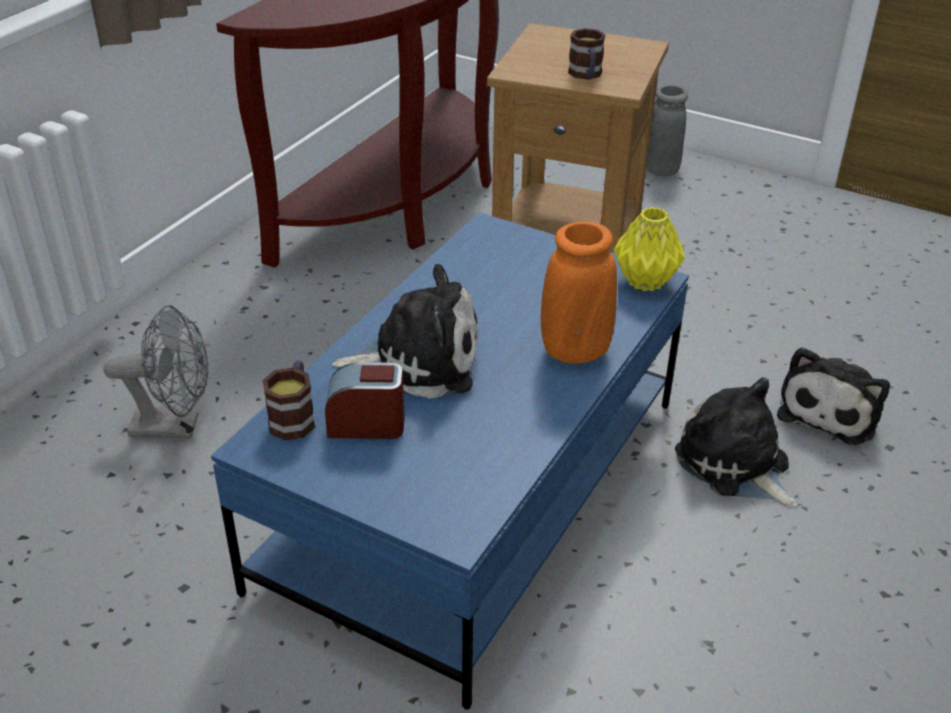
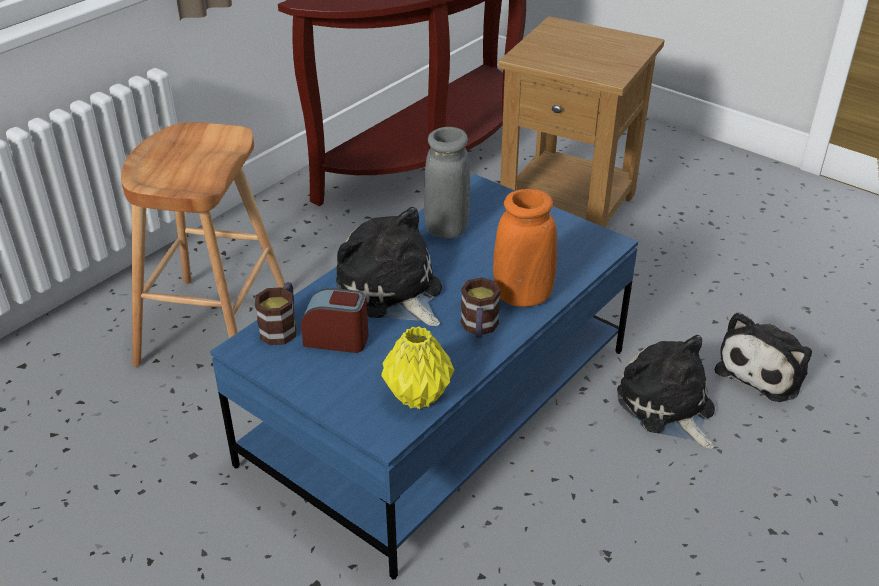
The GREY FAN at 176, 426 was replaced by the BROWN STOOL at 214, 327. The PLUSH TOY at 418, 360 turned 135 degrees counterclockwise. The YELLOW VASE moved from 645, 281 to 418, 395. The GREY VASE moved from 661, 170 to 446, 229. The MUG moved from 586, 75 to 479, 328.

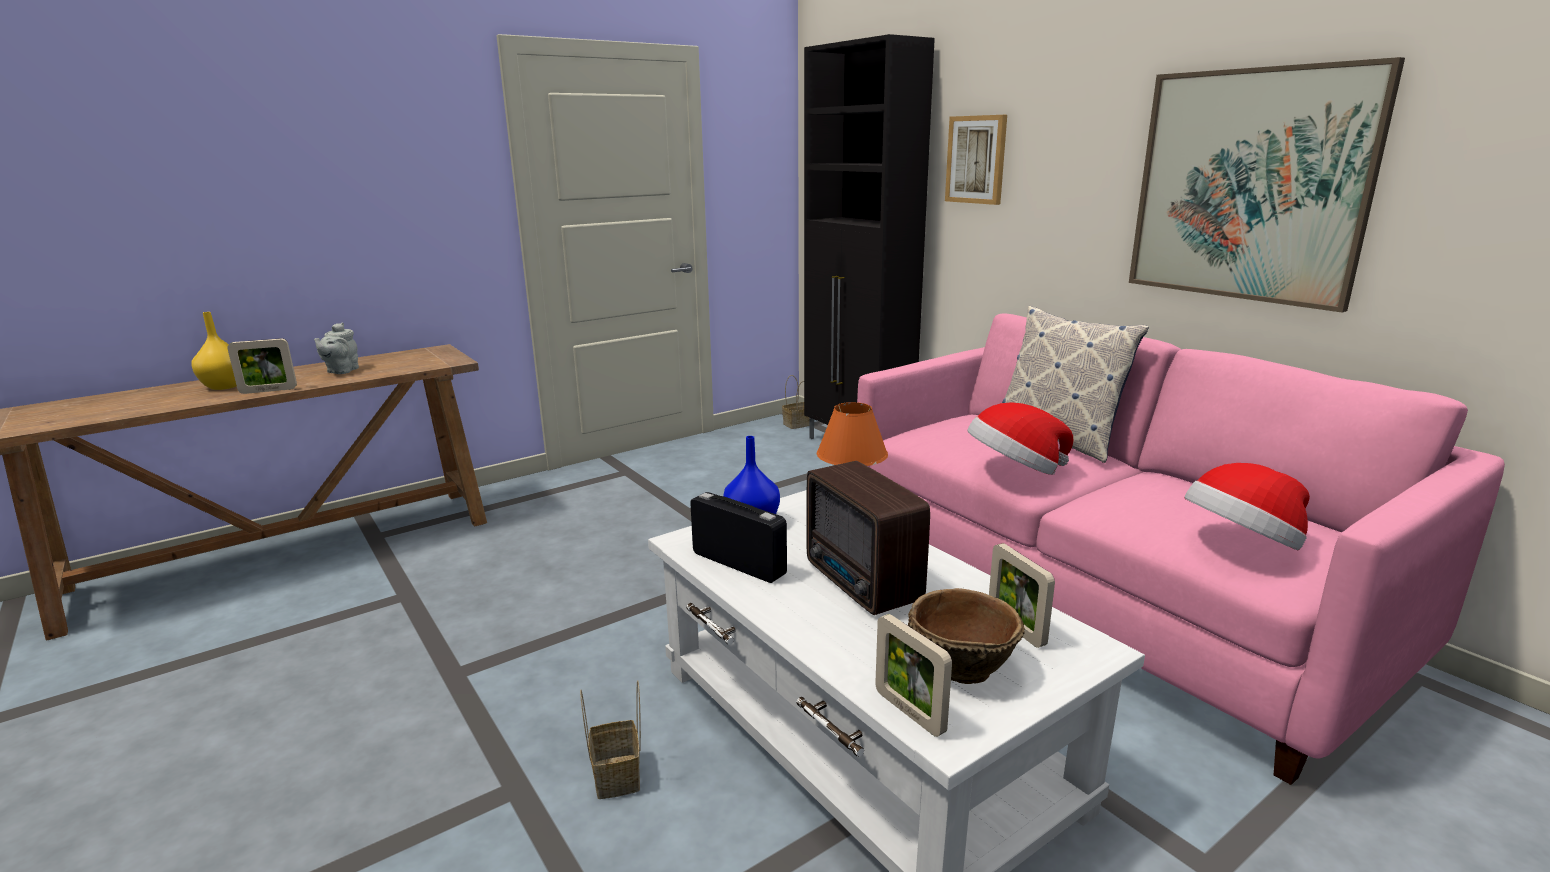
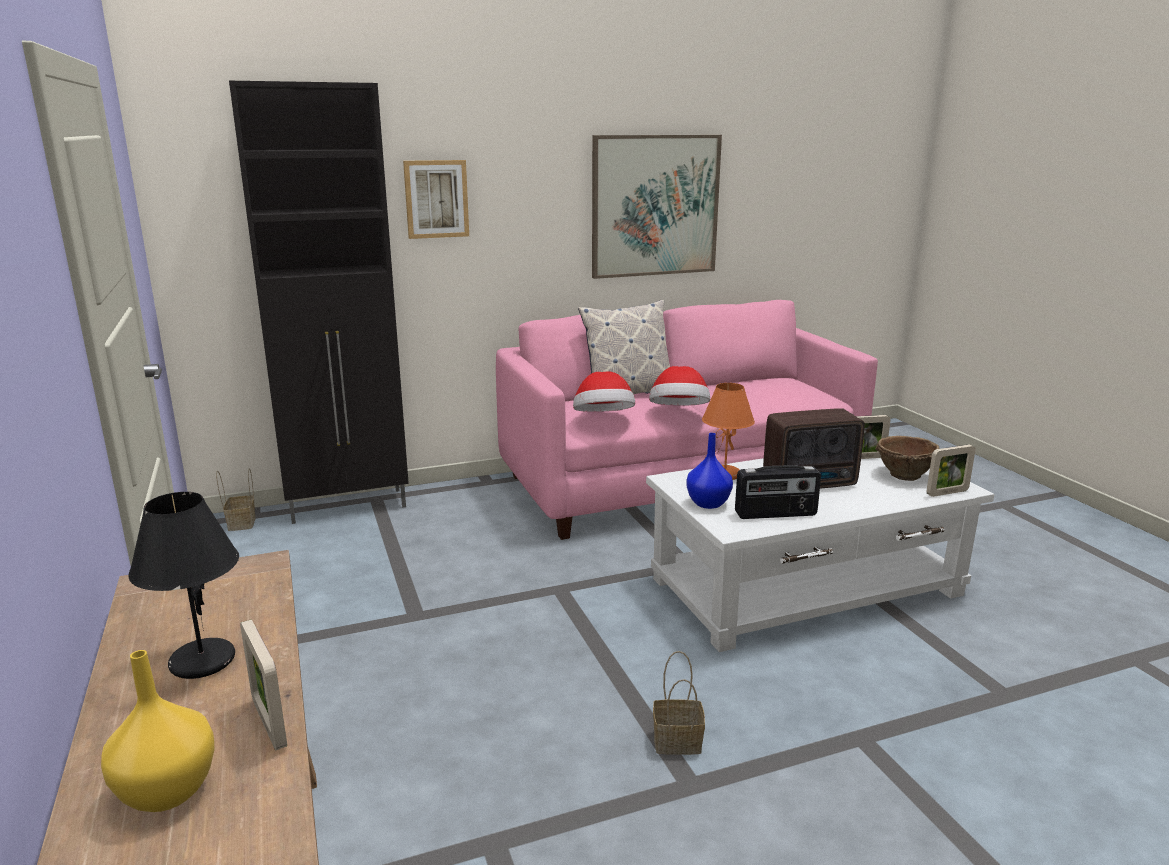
The GREY TEAPOT at 341, 371 was replaced by the BLACK TABLE LAMP at 201, 661. The PICTURE FRAME at 268, 390 turned 150 degrees clockwise. The HAT moved from 1241, 545 to 603, 419. The BASKET moved from 618, 777 to 679, 741. The RADIO at 739, 563 turned 150 degrees counterclockwise.

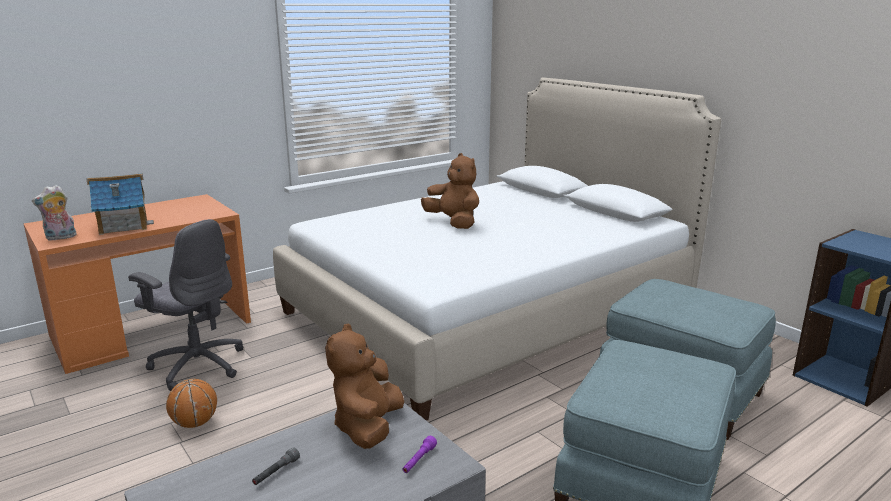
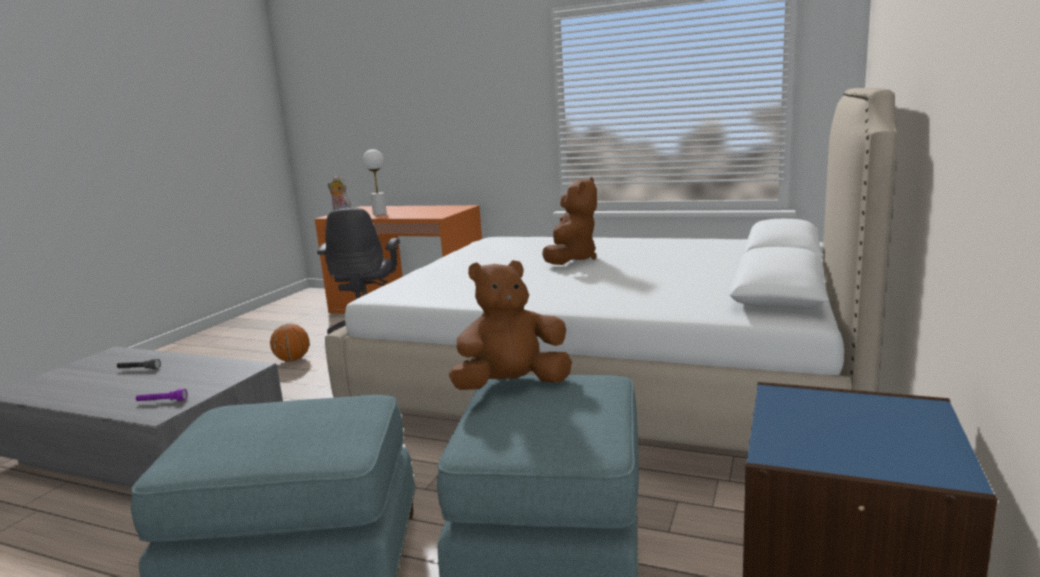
The TOY HOUSE at 123, 225 was replaced by the WHITE TABLE LAMP at 379, 214. The BROWN PLUSH TOY moved from 368, 427 to 512, 386.

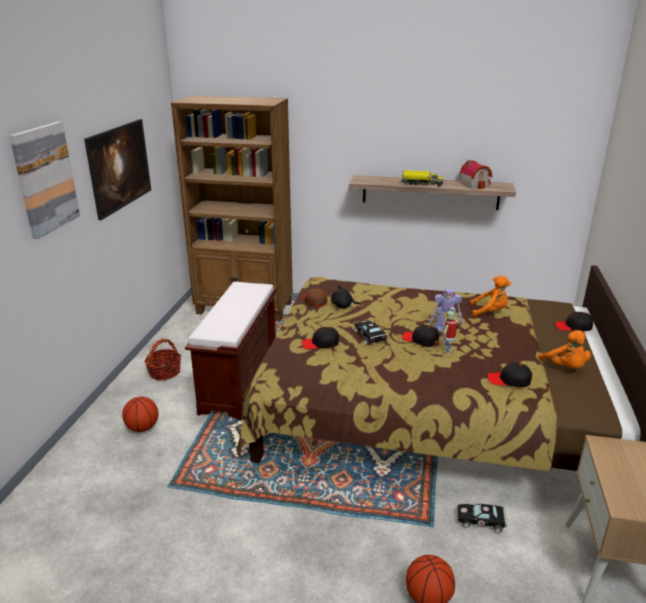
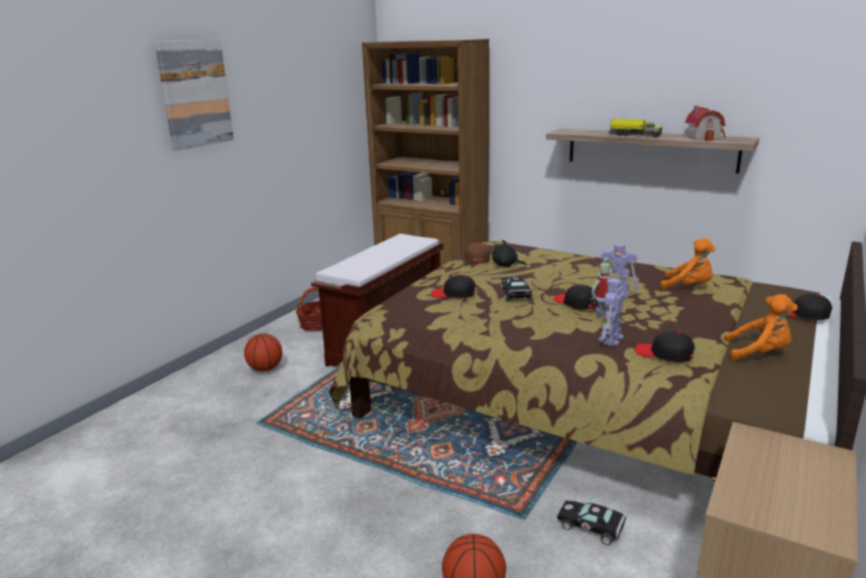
The TOY ROBOT at 610, 339 appeared. The ORANGE PLUSH TOY at 565, 368 turned 75 degrees counterclockwise. The PICTURE at 122, 185 disappeared.

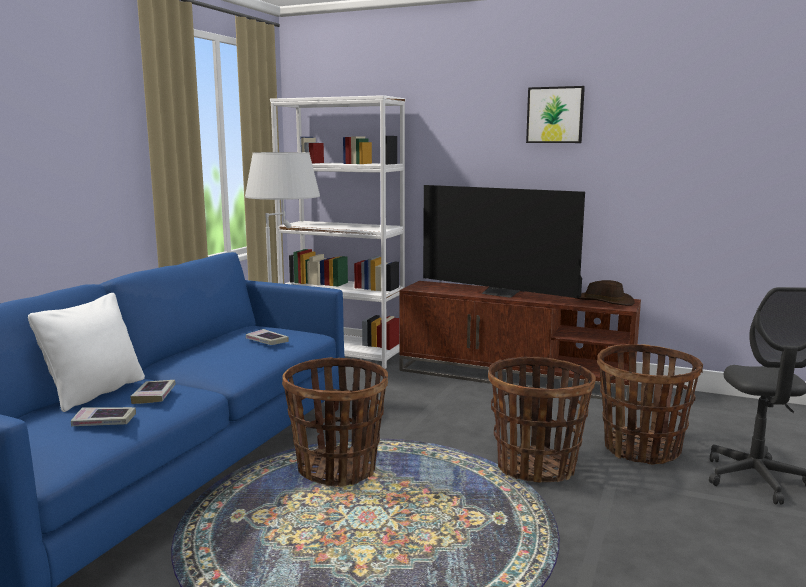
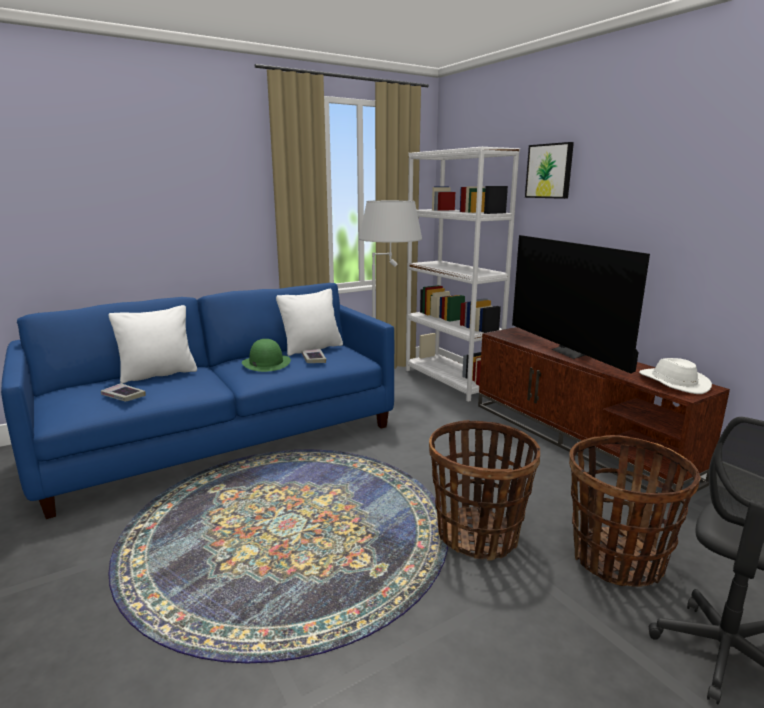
The GREEN HAT at 266, 363 appeared. The WHITE PILLOW at 312, 348 appeared. The PICTURE moved from 555, 115 to 549, 171. The BROWN HAT at 603, 301 became the WHITE HAT at 672, 383. The BOOK at 154, 395 disappeared. The BASKET at 337, 469 disappeared.

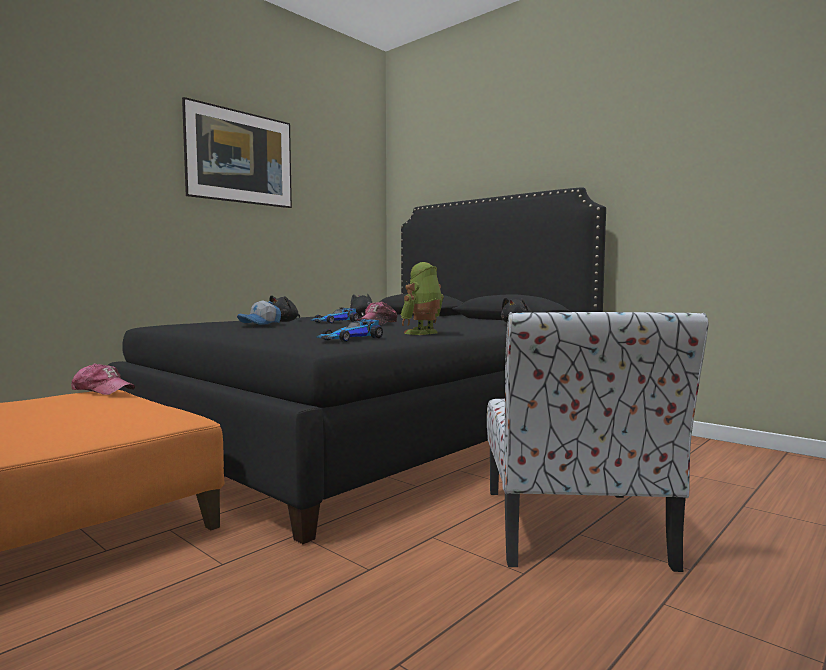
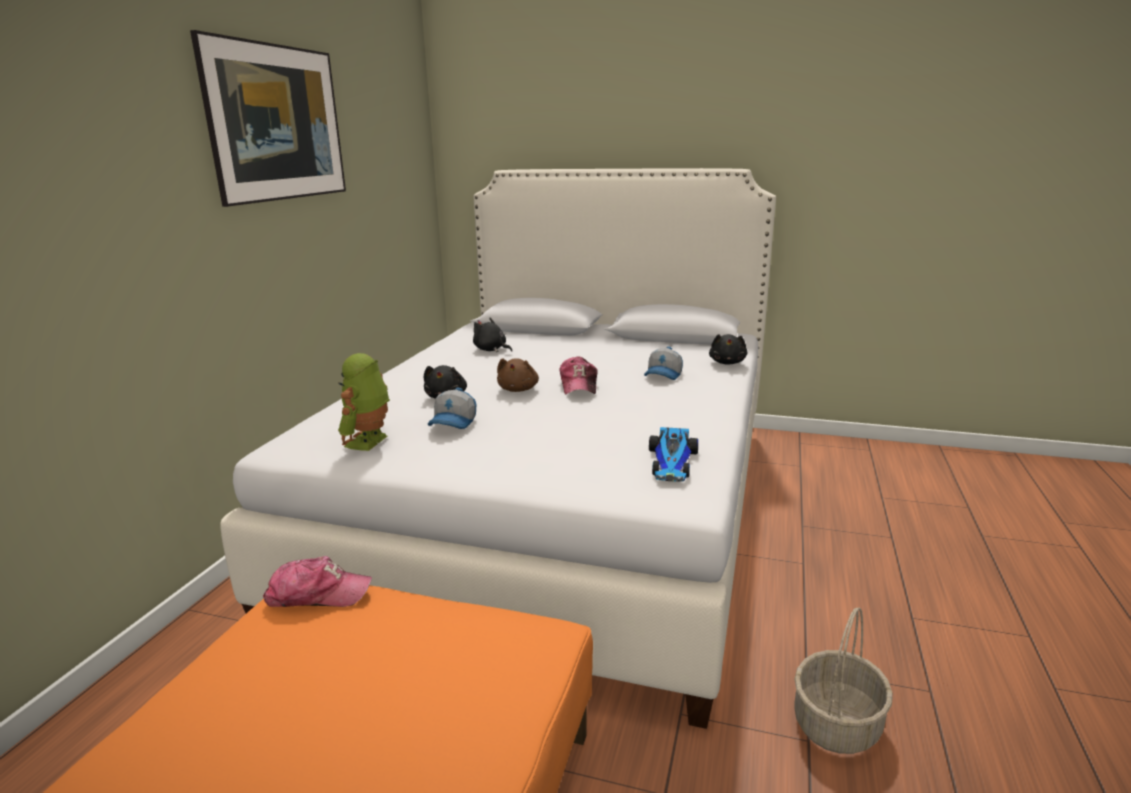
The BLACK BED at 377, 434 became the WHITE BED at 559, 507. The TOY ROBOT moved from 423, 333 to 369, 442. The TOY CAR at 335, 322 was replaced by the BROWN PLUSH TOY at 518, 389. The CAP at 664, 375 appeared. The BASKET at 837, 725 appeared. The CHAIR at 573, 528 disappeared.

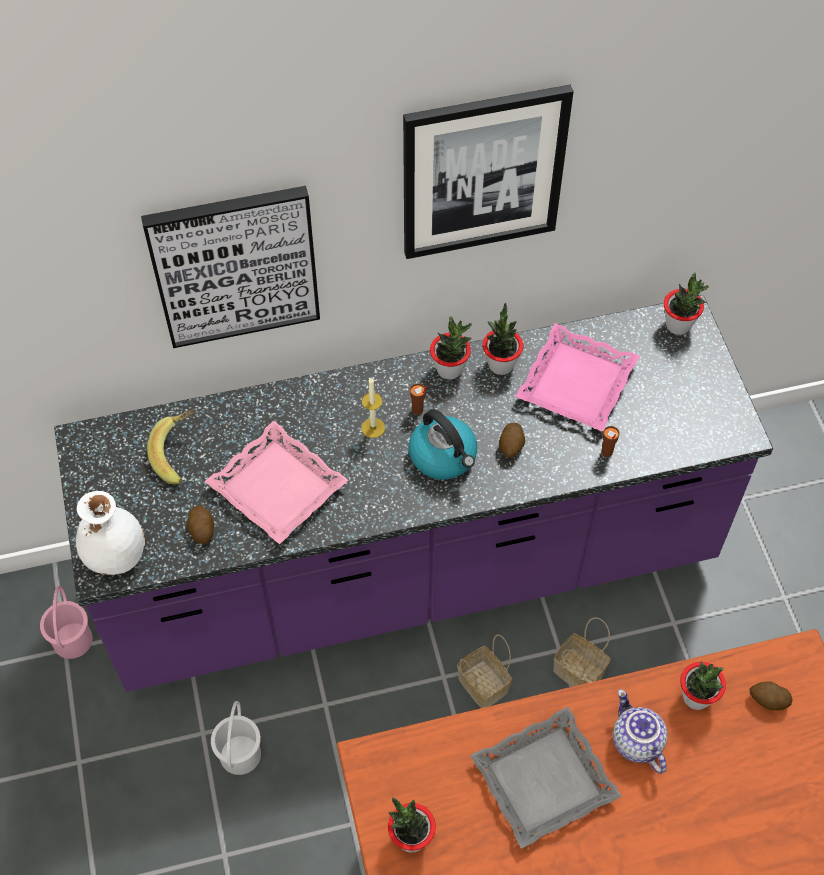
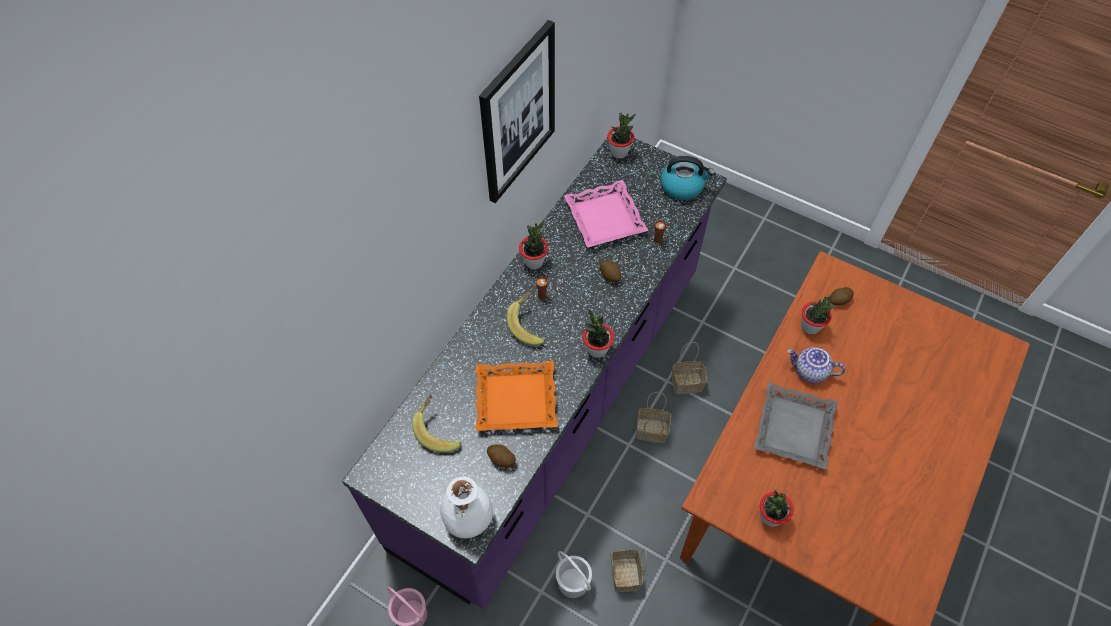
The PINK TRAY at 278, 487 became the ORANGE TRAY at 516, 399. The CANDLE at 373, 428 was replaced by the BANANA at 530, 324. The POTTED PLANT moved from 501, 364 to 597, 349. The BASKET at 624, 574 appeared. The KETTLE moved from 444, 456 to 682, 186. The PICTURE at 235, 265 disappeared.

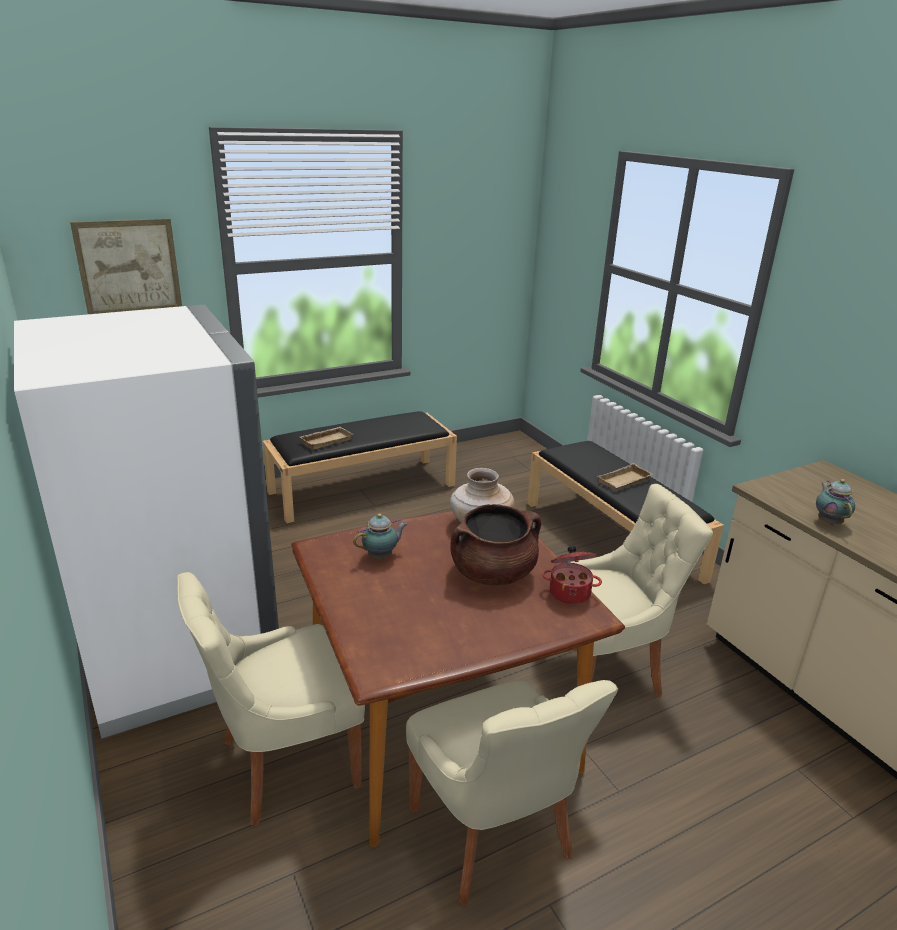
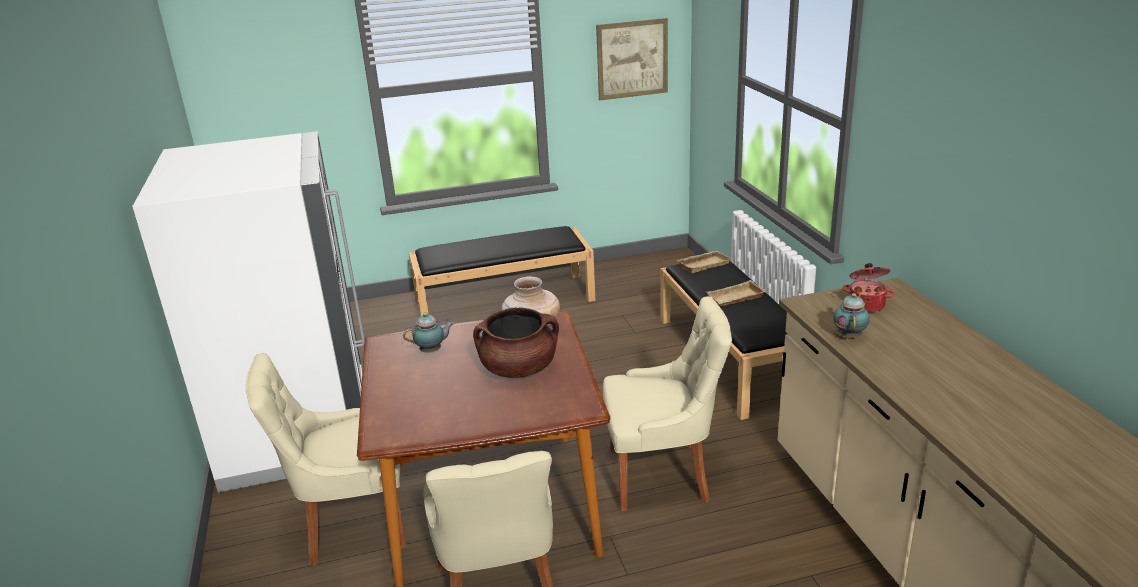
The PICTURE moved from 129, 267 to 632, 59. The BEIGE TRAY moved from 326, 440 to 703, 264. The COOKING POT moved from 569, 592 to 866, 304.

